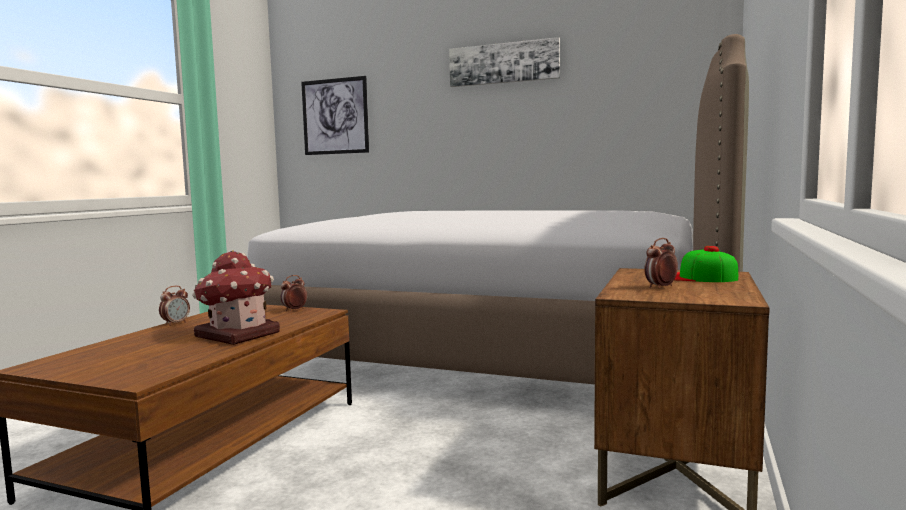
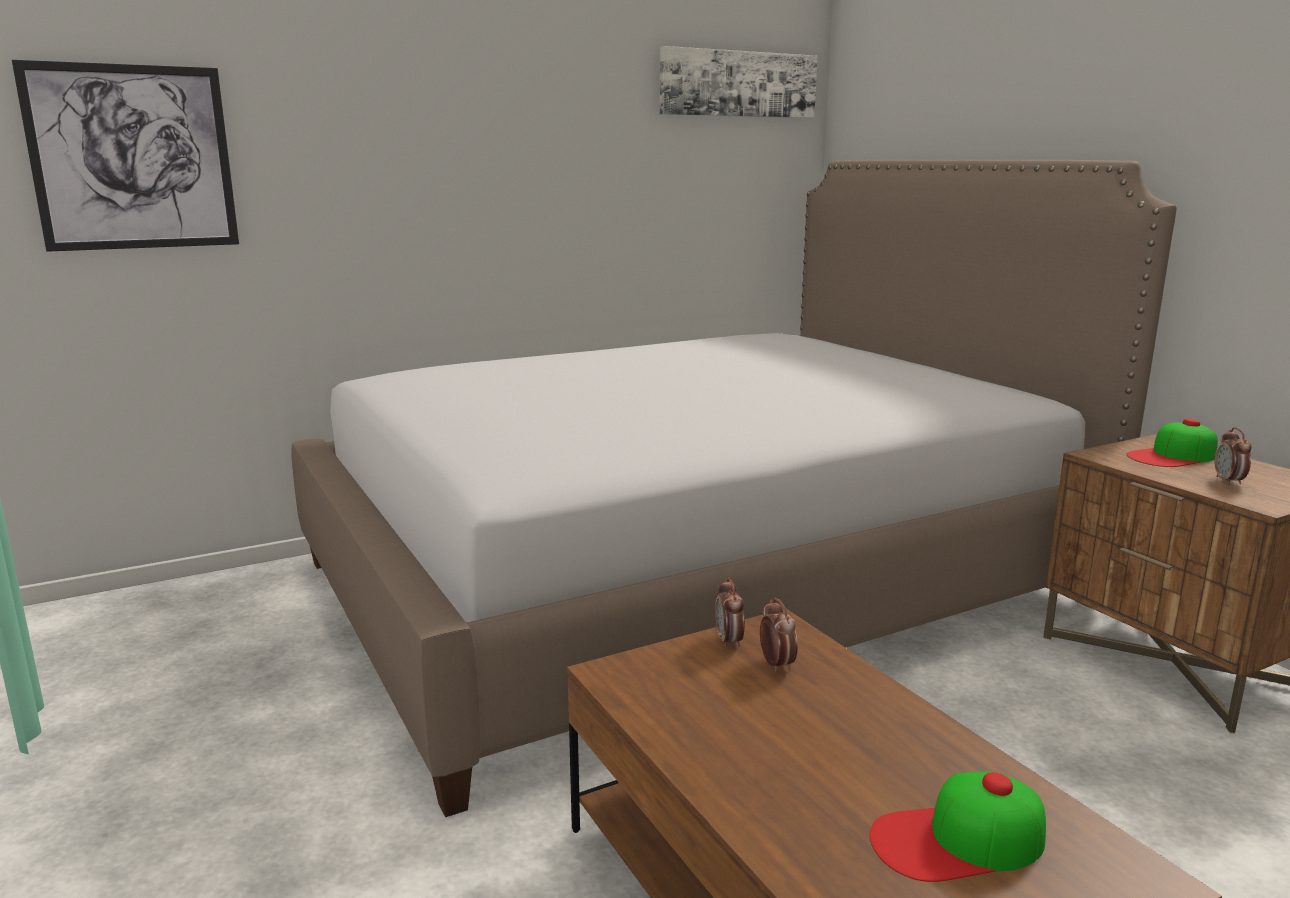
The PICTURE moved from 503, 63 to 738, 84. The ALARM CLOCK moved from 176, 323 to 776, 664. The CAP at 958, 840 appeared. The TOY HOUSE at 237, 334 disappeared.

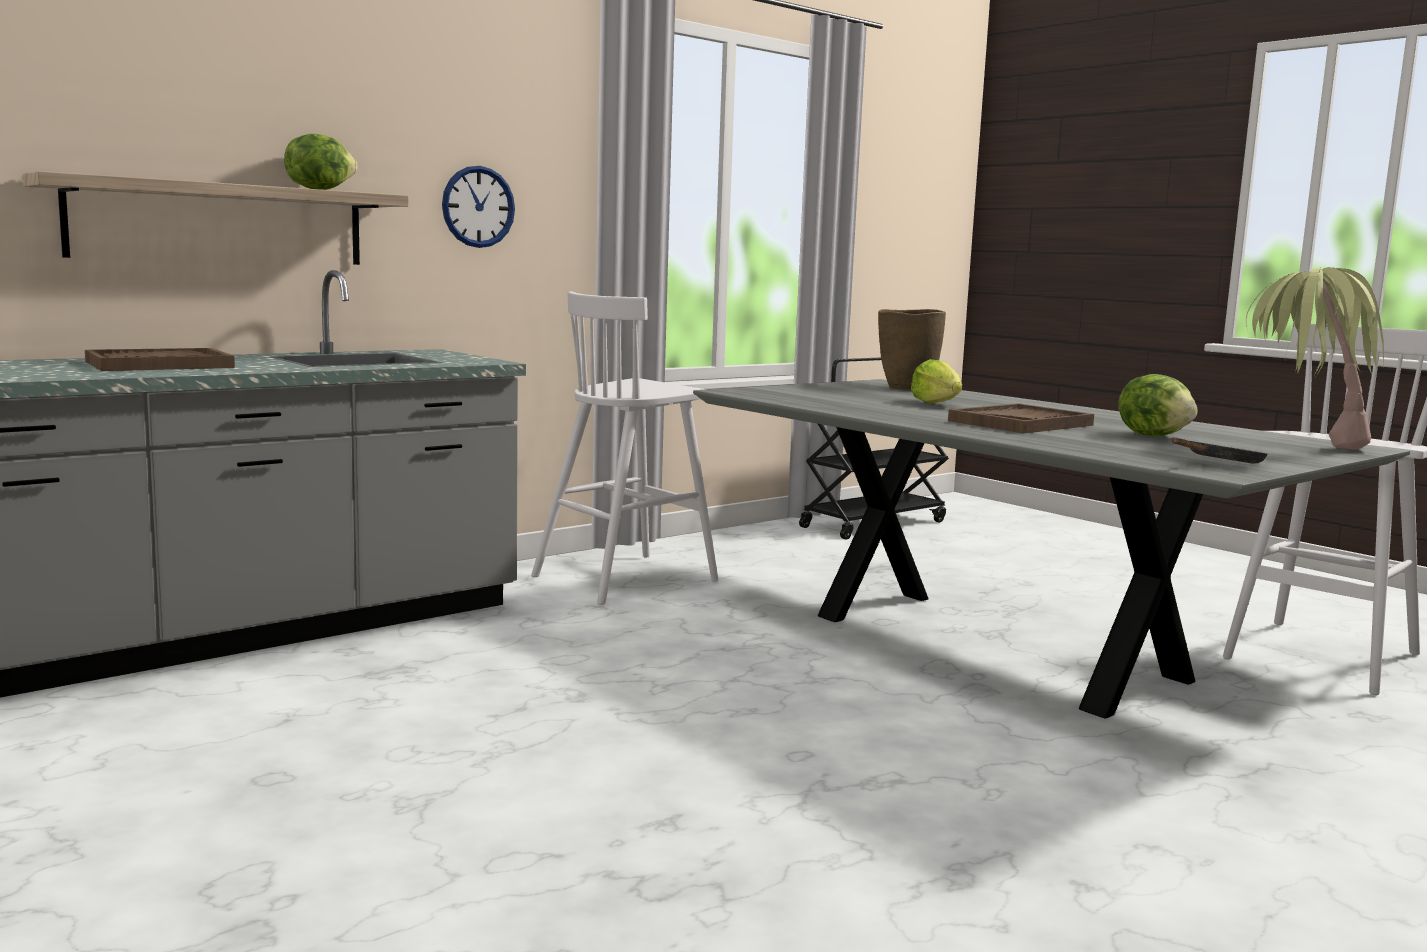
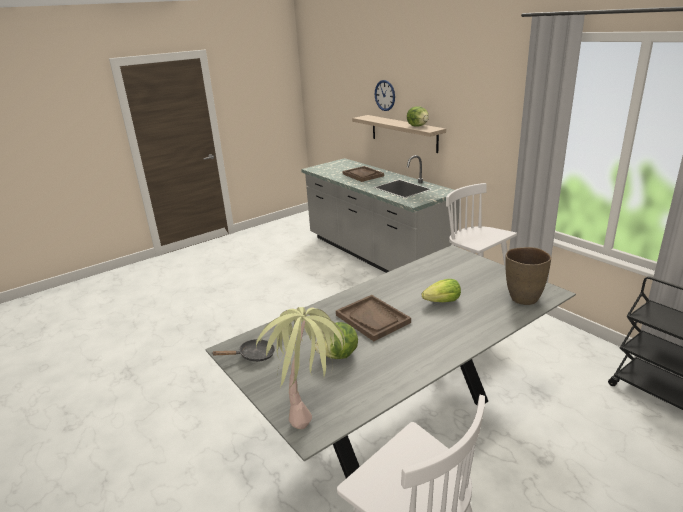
The BLACK FRYING PAN at 1220, 463 turned 75 degrees counterclockwise. The WALL CLOCK moved from 478, 207 to 385, 95.

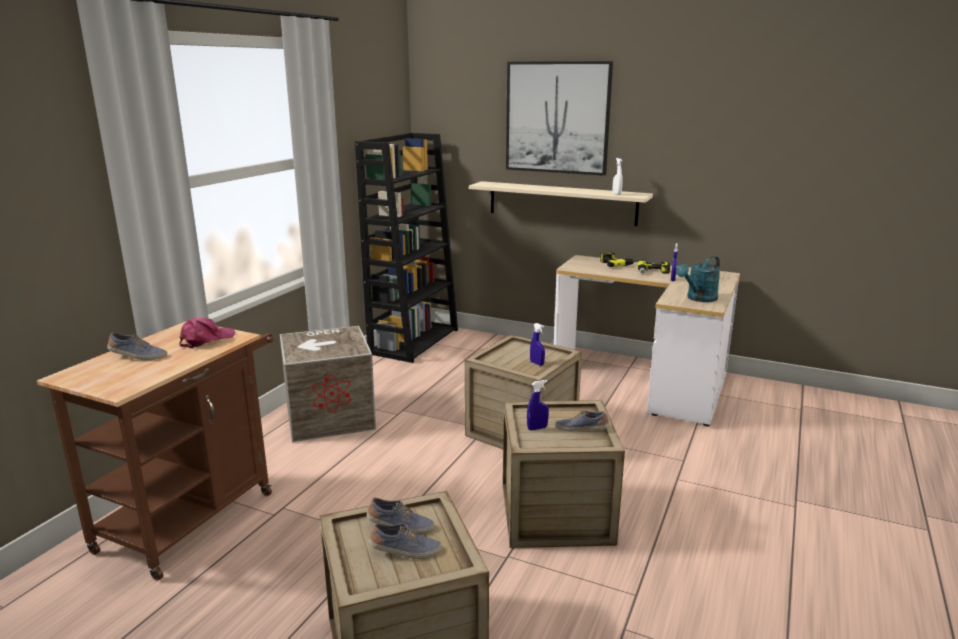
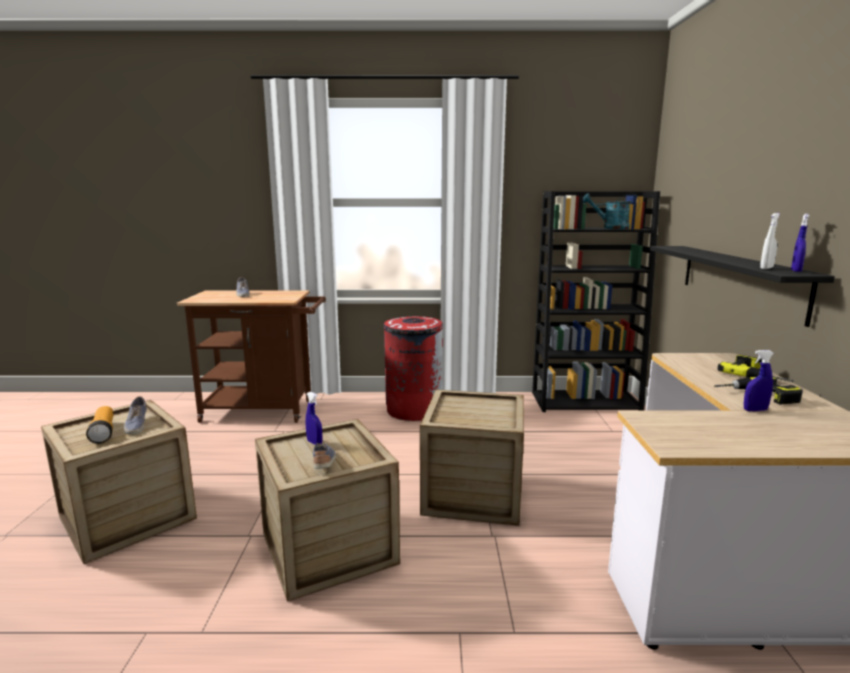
The SHOE at 405, 552 was replaced by the FLASHLIGHT at 103, 432. The CRATE at 330, 417 was replaced by the RED TRASH CAN at 414, 410. The TURQUOISE WATERING CAN moved from 698, 299 to 611, 228. The BEIGE SHELF at 561, 203 became the BLACK SHELF at 739, 279. The BLUE SPRAY BOTTLE moved from 537, 363 to 796, 271. The PINK CAP at 206, 339 disappeared. The PICTURE at 557, 118 disappeared.

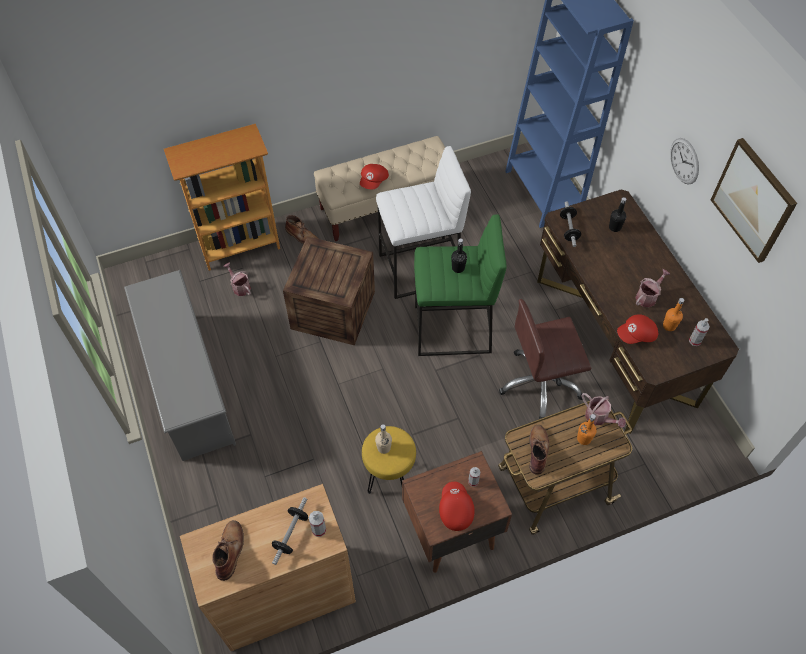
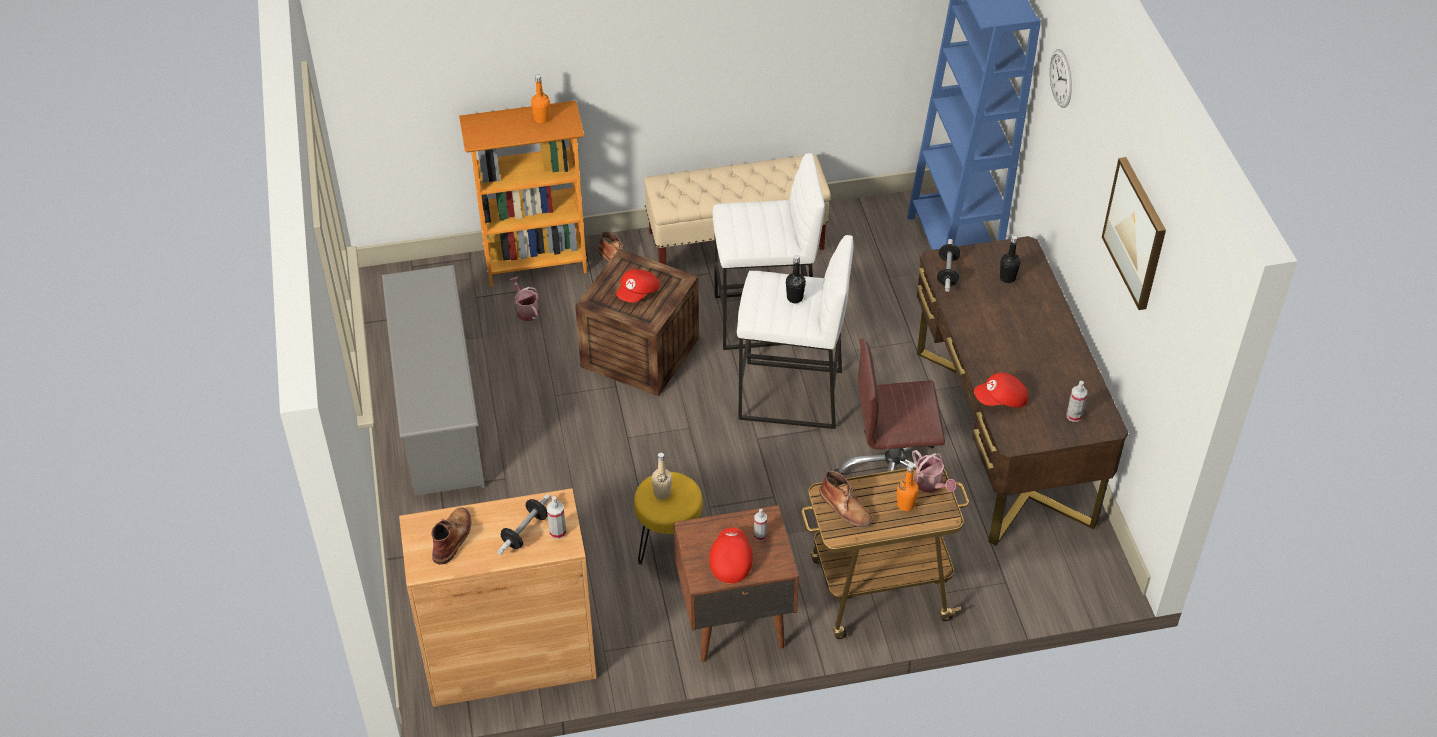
The ORANGE BOTTLE moved from 669, 326 to 542, 119. The RED CAP moved from 374, 181 to 638, 293. The GREEN STOOL at 452, 330 became the WHITE STOOL at 790, 396. The BROWN BOOT at 538, 450 turned 120 degrees clockwise. The WALL CLOCK moved from 684, 161 to 1061, 78. The WATERING CAN at 648, 296 disappeared.

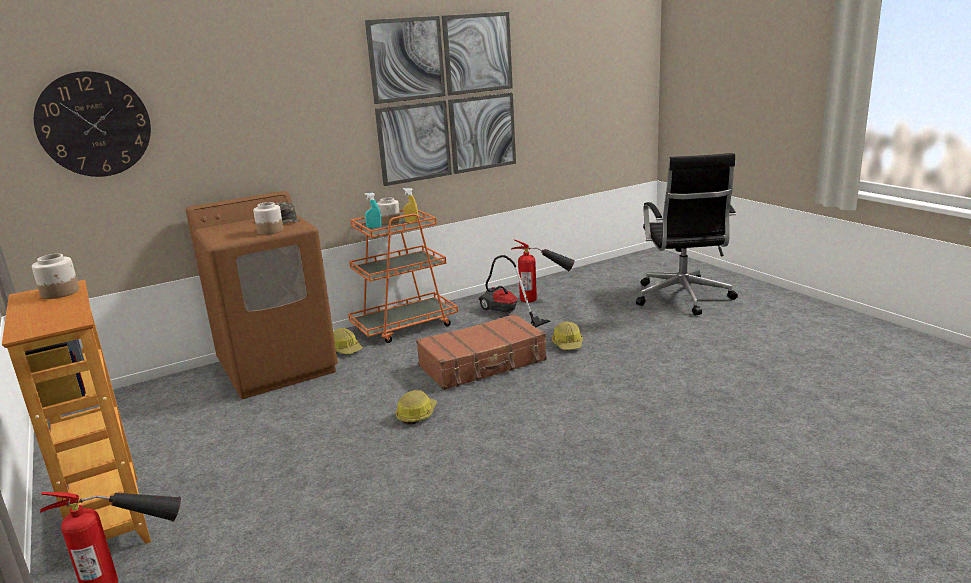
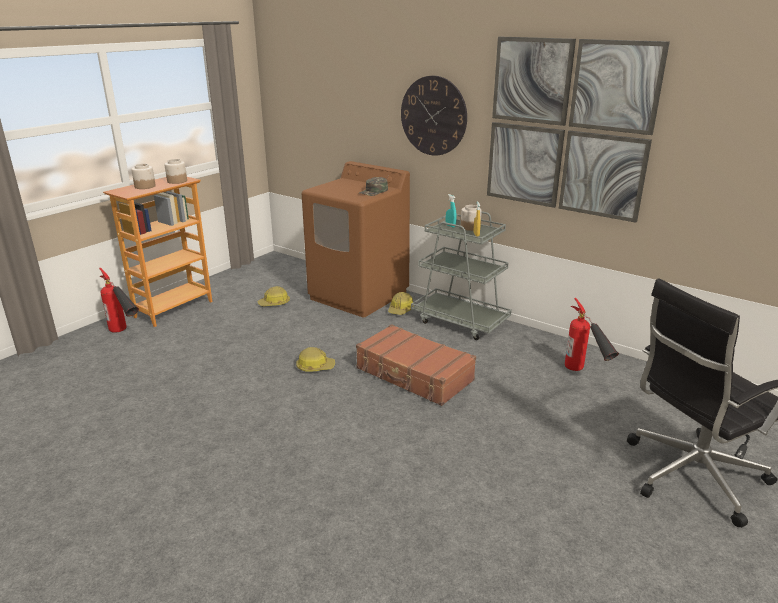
The JAR moved from 270, 231 to 145, 186. The HARD HAT moved from 568, 344 to 274, 303. The WALL CLOCK moved from 94, 124 to 433, 116. The ORANGE CART at 405, 326 became the GREY CART at 460, 321. The VACUUM CLEANER at 505, 313 disappeared.

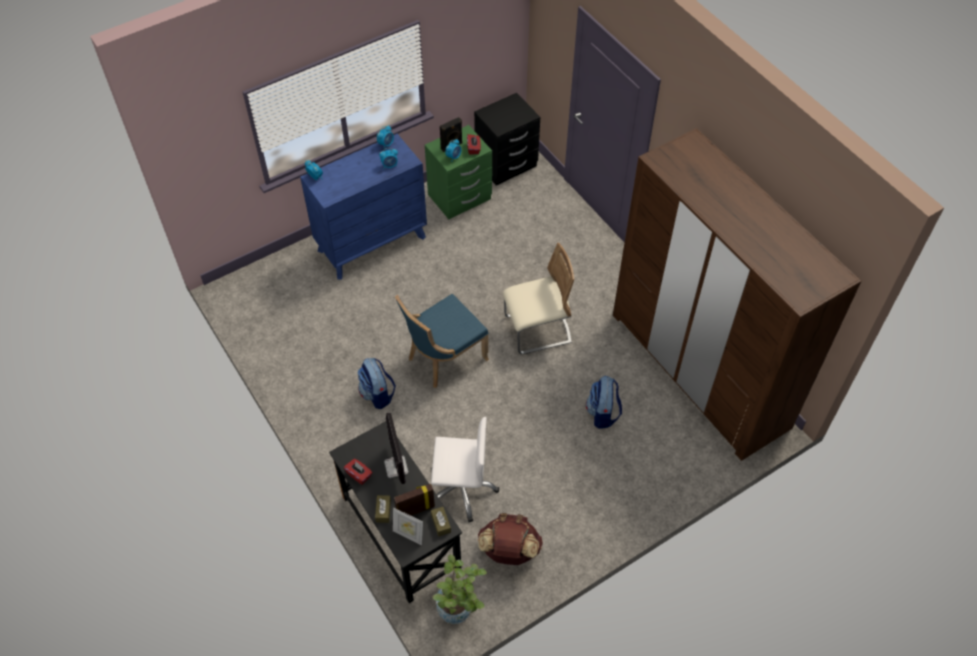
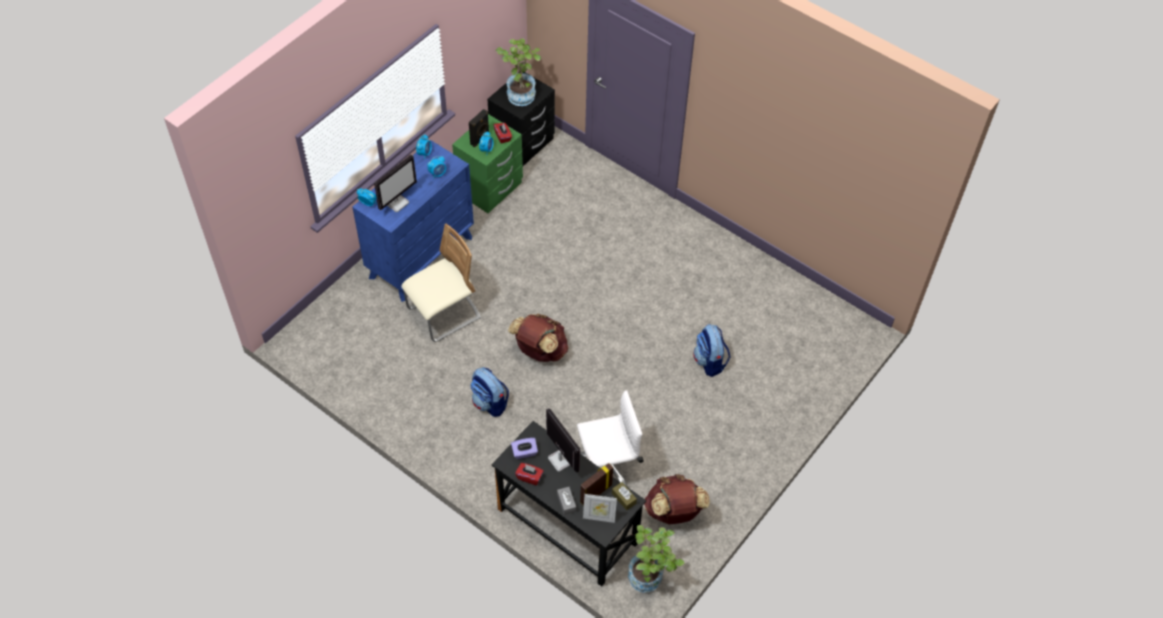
The MONITOR at 397, 202 appeared. The BEIGE CHAIR moved from 537, 330 to 444, 314. The POTTED PLANT at 520, 93 appeared. The BLUE CHAIR at 443, 358 was replaced by the BROWN BACKPACK at 540, 351. The PURPLE TISSUE BOX at 524, 452 appeared. The BROWN TISSUE BOX at 383, 511 became the GREY TISSUE BOX at 566, 503. The BROWN WARDROBE at 699, 370 disappeared.

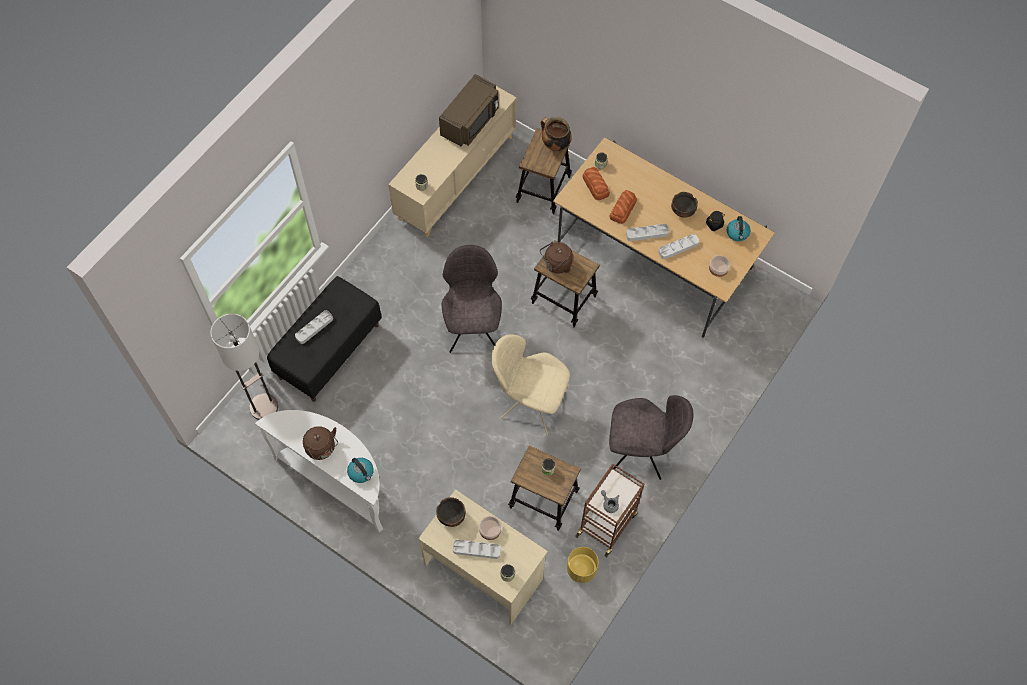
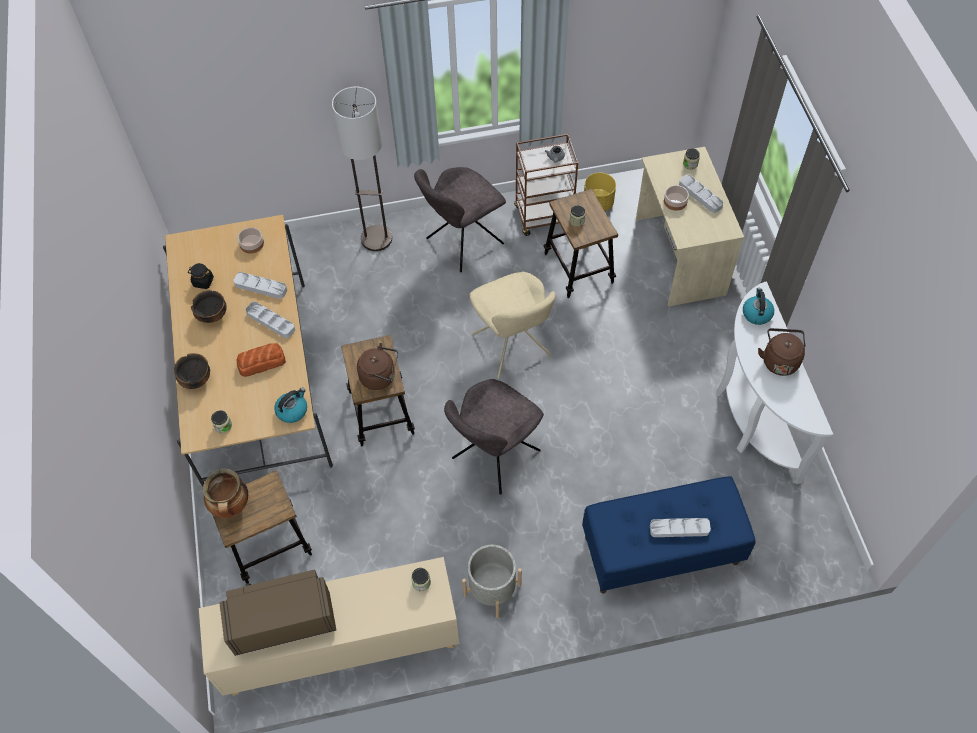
The BOWL moved from 451, 516 to 195, 379. The KETTLE moved from 737, 233 to 292, 410. The FLOOR LAMP moved from 264, 407 to 376, 239. The GREY CHAIR at 640, 453 turned 90 degrees counterclockwise. The GREY PLANTER at 492, 590 appeared. The BLACK BENCH at 329, 350 became the BLUE BENCH at 660, 551. The BREAD at 595, 186 disappeared.

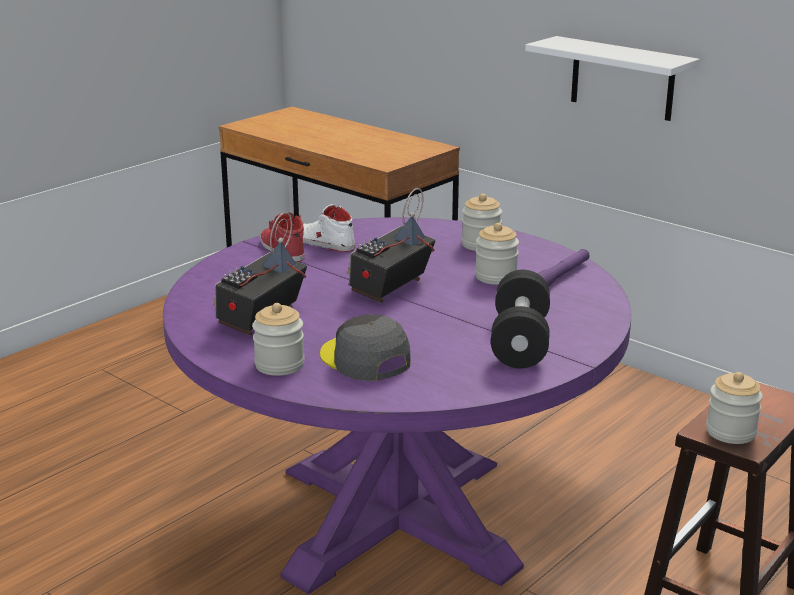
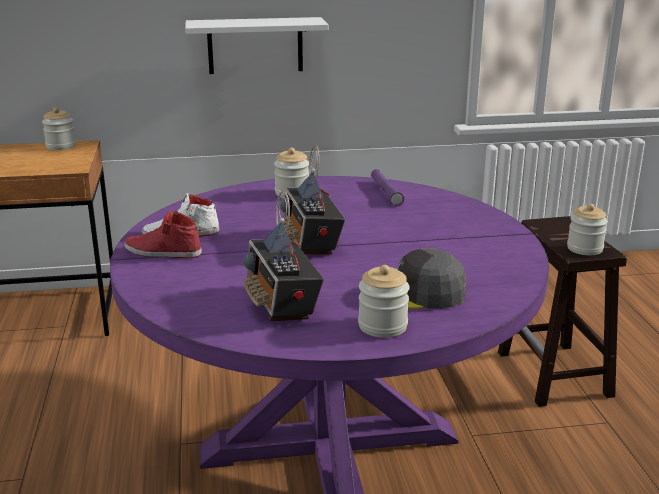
The JAR moved from 496, 277 to 61, 146. The BLACK DUMBBELL at 520, 342 disappeared.

